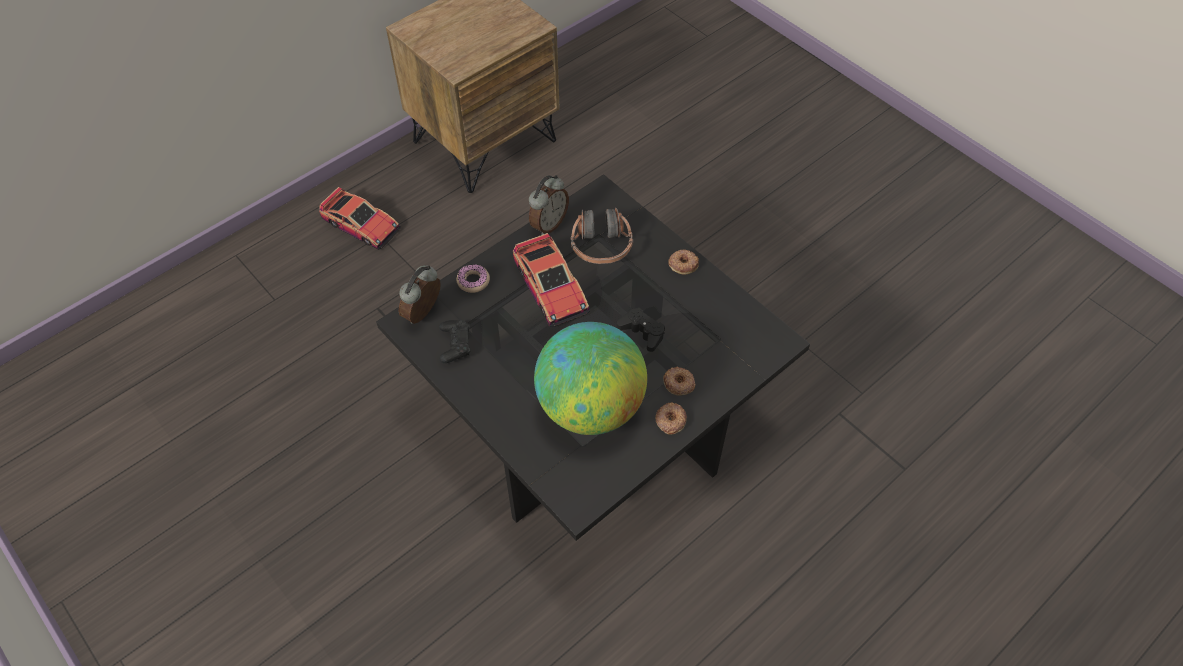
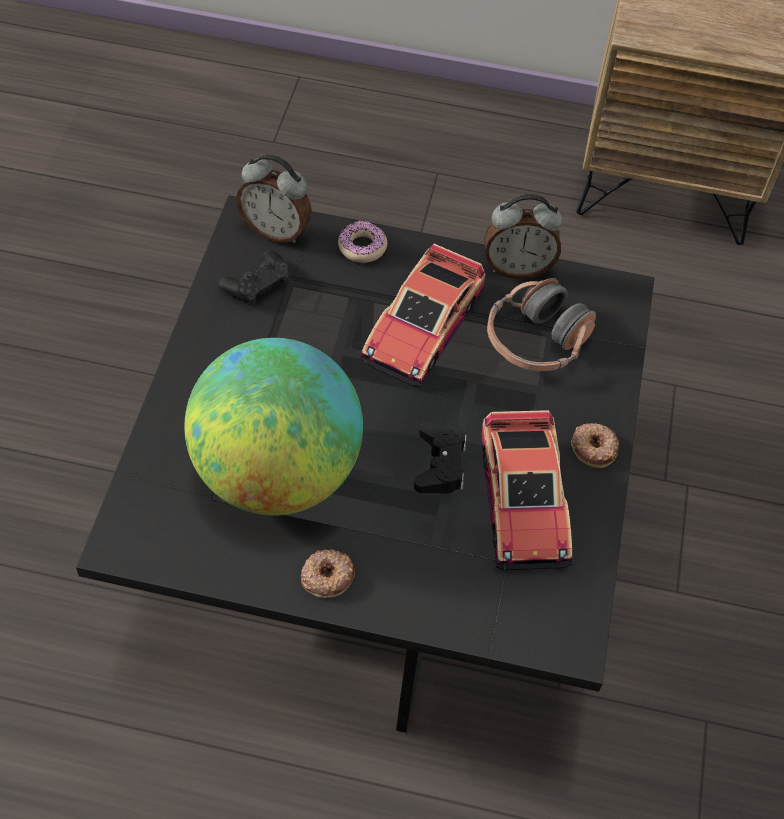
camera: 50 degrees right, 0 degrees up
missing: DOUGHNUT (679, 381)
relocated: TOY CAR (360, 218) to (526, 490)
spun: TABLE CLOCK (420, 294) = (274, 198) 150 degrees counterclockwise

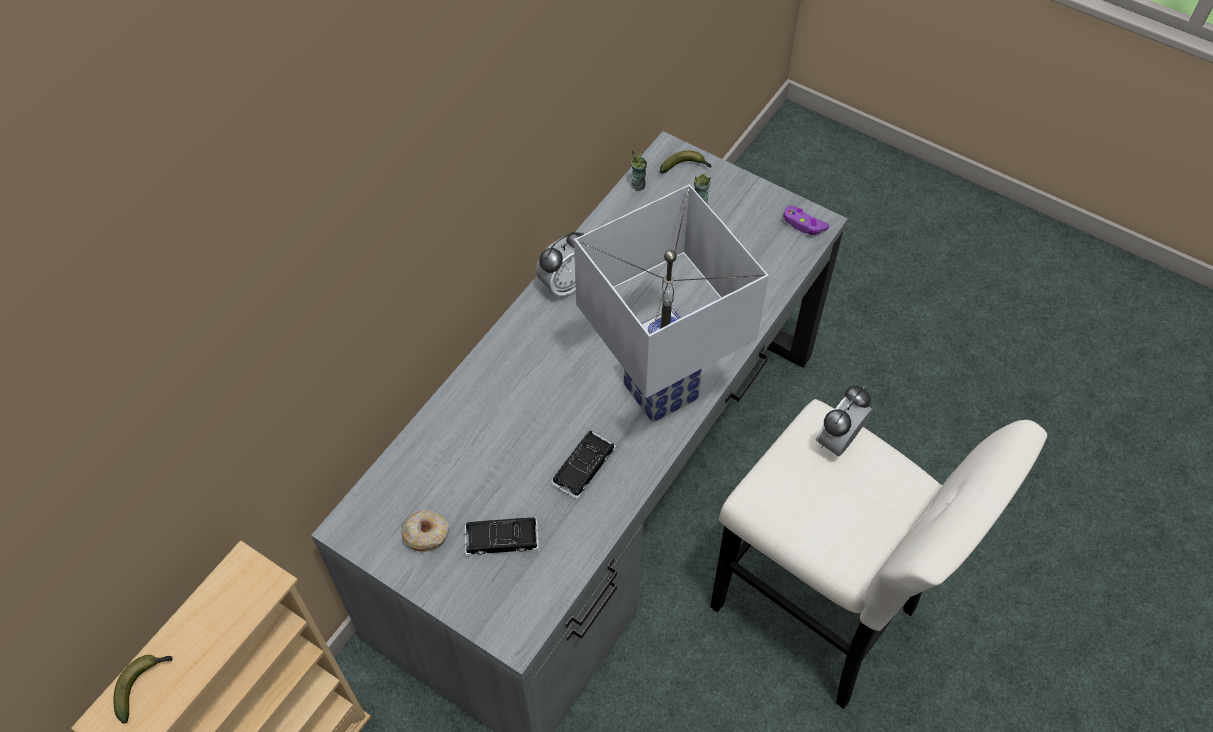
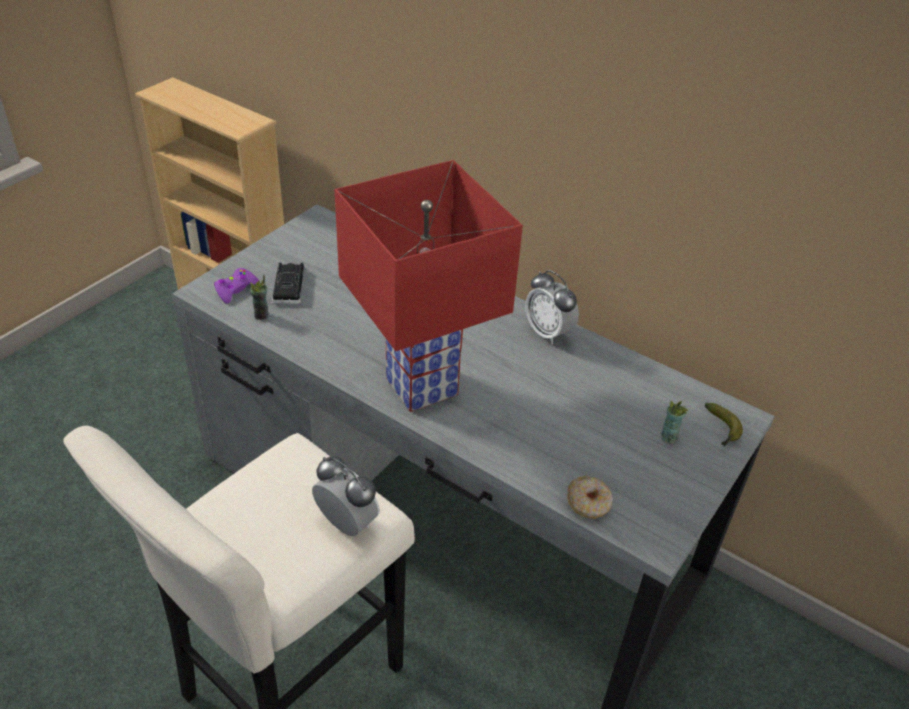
camera: 90 degrees right, 15 degrees down
missing: BANANA FRUIT (143, 689); BLACKISH TOY CAR (583, 465)
relocated: PURPLE GAMEPAD (806, 220) to (237, 286); DRINKING CUP (638, 170) to (259, 297); DOUGHNUT (425, 531) to (590, 497)
colour: WHITE TABLE LAMP (671, 303) to RED-COLOURED TABLE LAMP (428, 286)

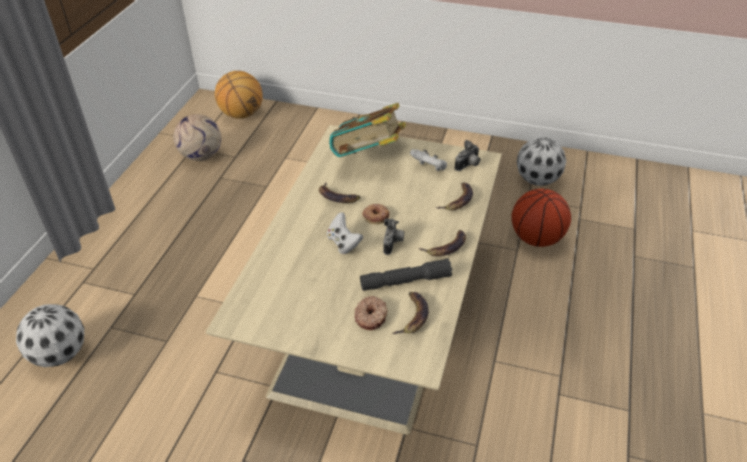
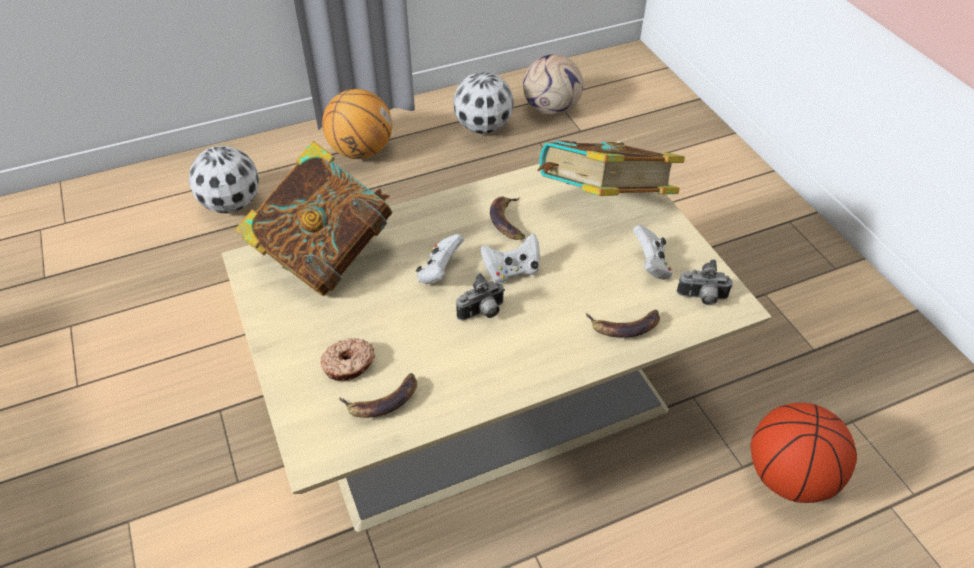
camera: 50 degrees right, 5 degrees up
missing: GREYISH TORCH (406, 274); BANANA FRUIT (442, 243)
appeared: BOOK (313, 218)
relocated: BALL FOR BASKETBALL (239, 95) to (357, 124); FOOTBALL (541, 161) to (483, 103)
exchanged: DOUGHNUT (376, 214) to WHITE GAMEPAD (510, 258)

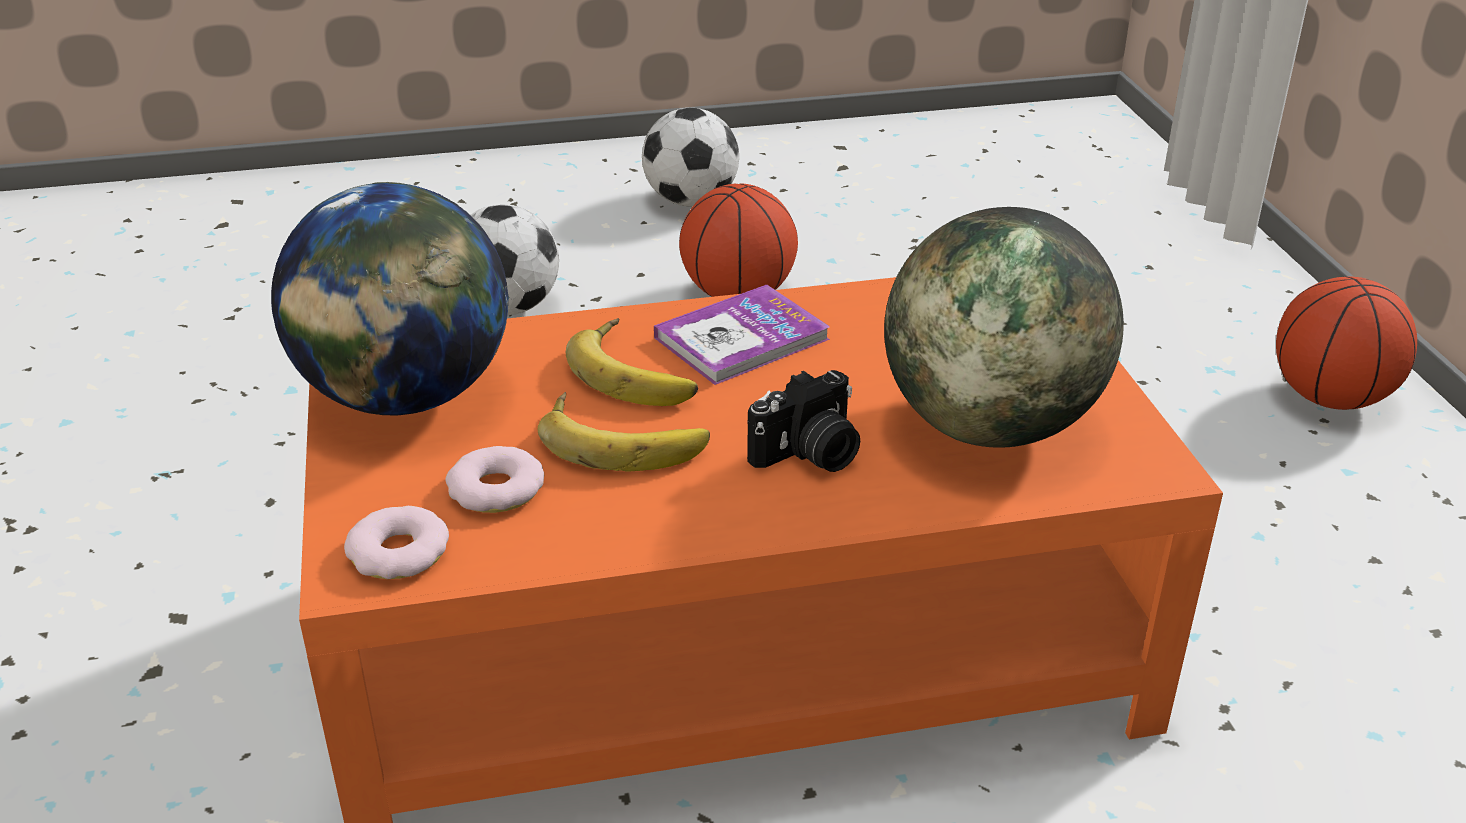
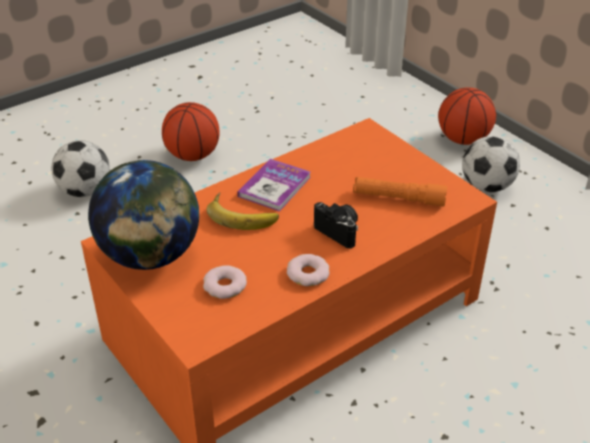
camera: 25 degrees left, 5 degrees up
missing: BANANA FRUIT (624, 432)
relocated: DOUGHNUT (396, 542) to (308, 270); FOOTBALL (690, 157) to (491, 164)
exchanged: GLOBE (1004, 327) to ORANGEY TORCH (400, 192)
spun: STILL CAMERA (803, 421) = (336, 225) 75 degrees counterclockwise

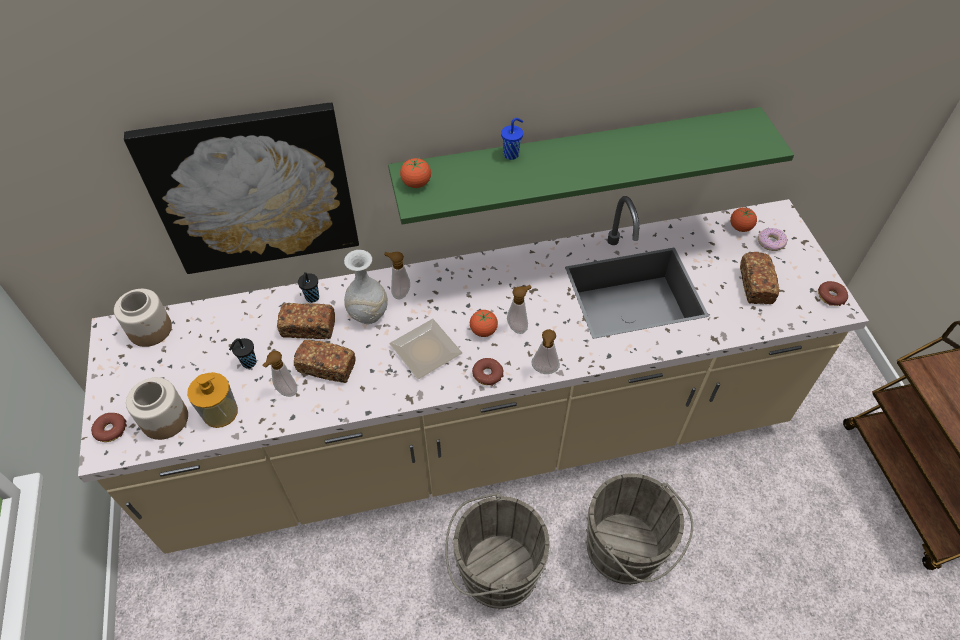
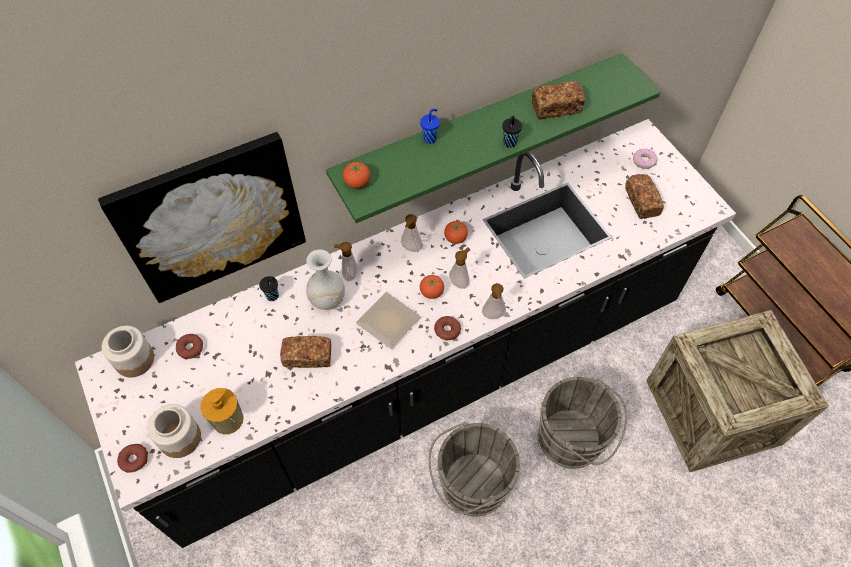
camera: 15 degrees left, 5 degrees up
appeared: SHIPPING CRATE (737, 391)
relocated: DOUGHNUT (833, 293) to (189, 347); SOAP BOTTLE (279, 374) to (412, 233); TOMATO (743, 219) to (456, 232); BLACKISH DRINKING CUP (243, 353) to (512, 132); BAKED BREAD (306, 321) to (558, 100)
colour: BEIGE-COLOURED KITCHEN COUNTER (473, 375) to BLACKISH KITCHEN COUNTER (405, 333)

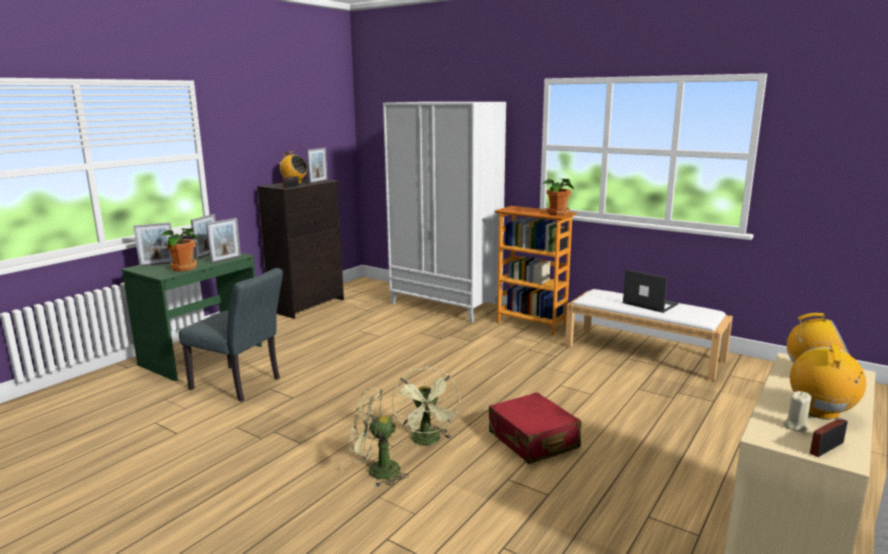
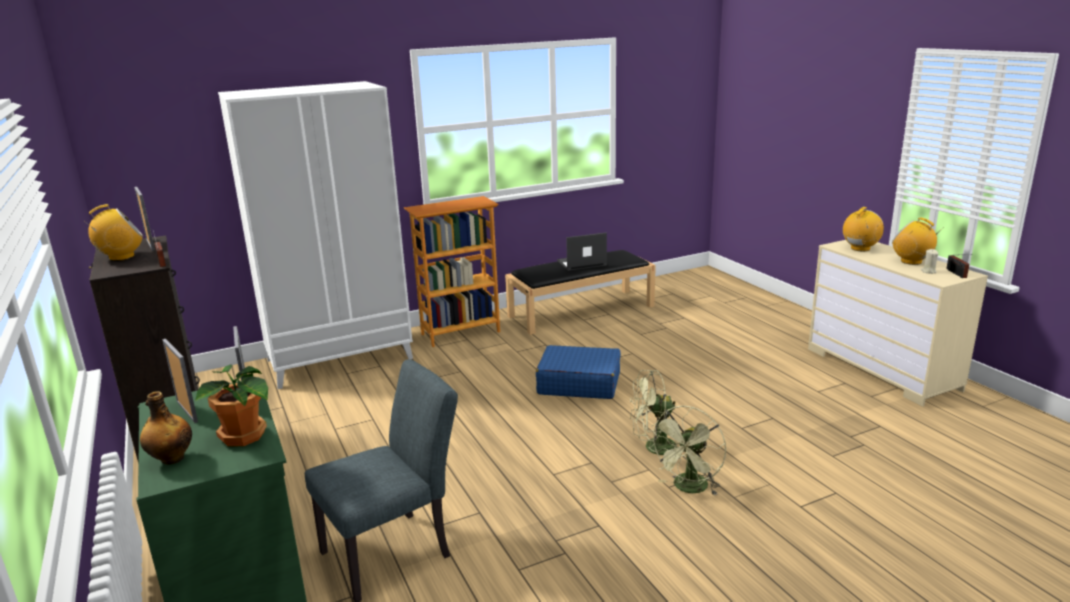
camera: 60 degrees left, 5 degrees up
missing: RED-COLOURED SUITCASE (535, 428); HOUSEPLANT (558, 197)
appeared: BLUE SUITCASE (578, 372)
exchanged: PICTURE FRAME (153, 244) to DRINK BOTTLE (166, 428)
colour: WHITE INDOOR BENCH (649, 335) to BLACKISH INDOOR BENCH (580, 292)
spun: GREEN-COLOURED ELECTRIC FAN (426, 407) = (657, 412) 150 degrees clockwise

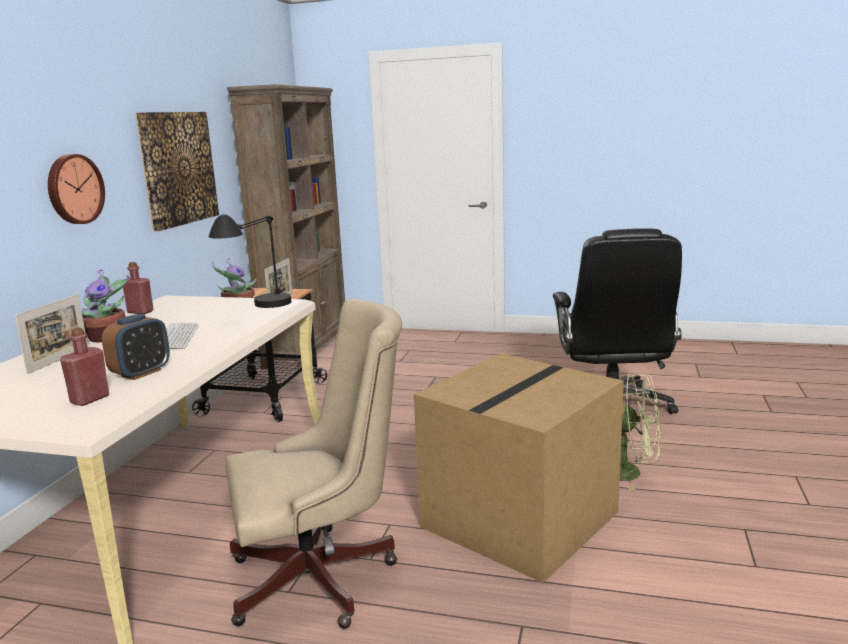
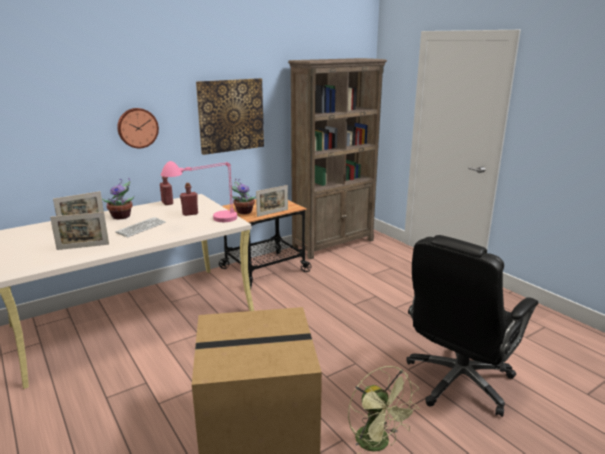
camera: 40 degrees right, 5 degrees up
missing: BEIGE-COLOURED DESK CHAIR (314, 464)
relocated: RED-COLOURED DRINK BOTTLE (84, 367) to (189, 199)
exchanged: TABLE CLOCK (136, 347) to PICTURE FRAME (79, 231)
colour: BLACKISH TABLE LAMP (250, 261) to PINKISH TABLE LAMP (199, 191)

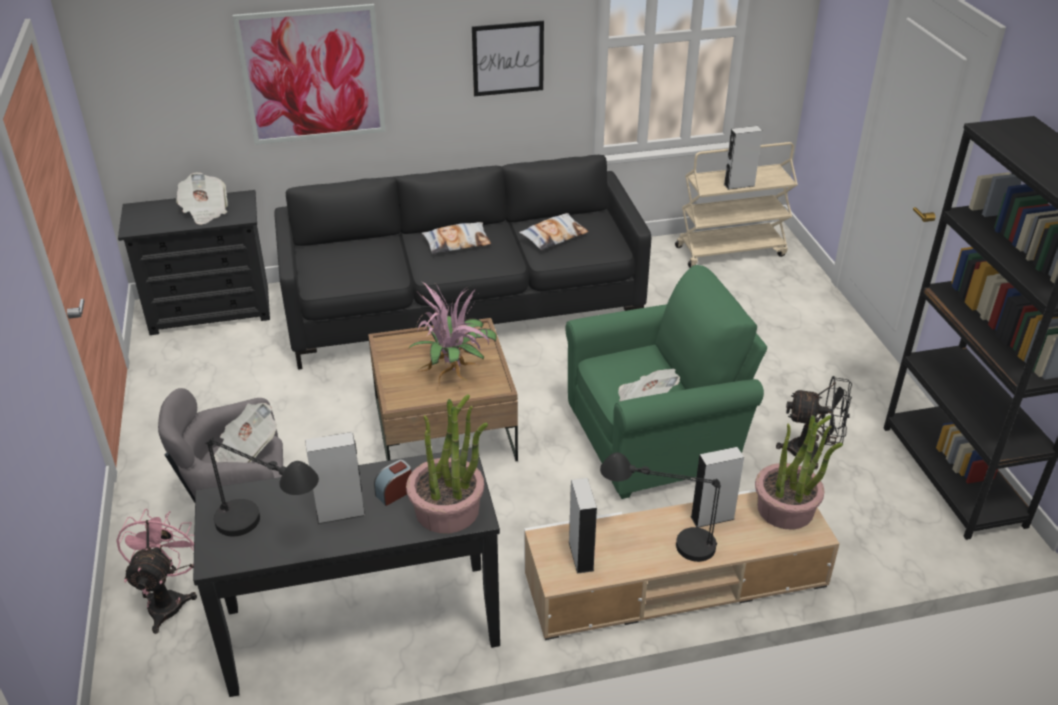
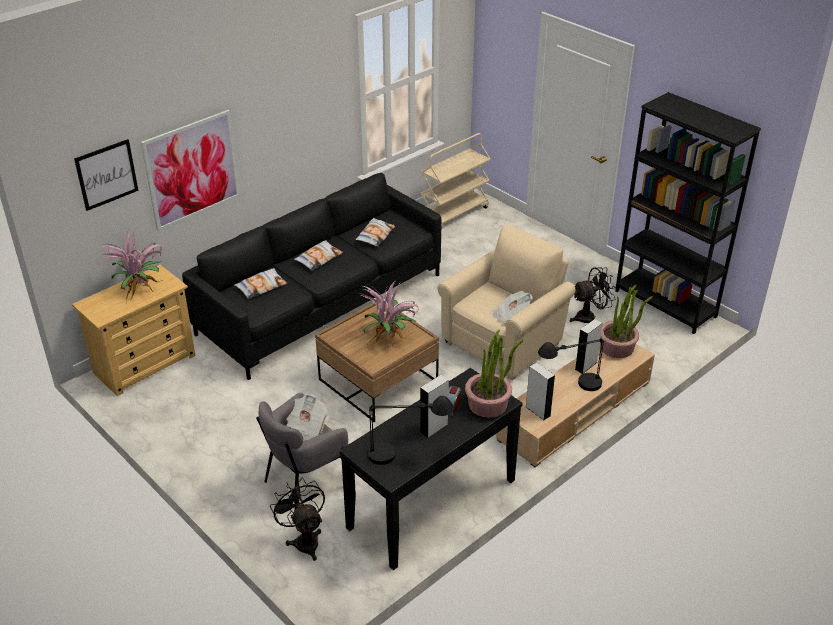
camera: 30 degrees left, 0 degrees up
missing: GREYISH AUDIO SPEAKER (743, 158)
appeared: PILLOW (260, 283)
relocated: WALL ART (508, 58) to (106, 175)
exchanged: PRINTED PAPER (202, 198) to HOUSEPLANT (132, 266)
colour: BLACKISH DRAWER CHEST (194, 262) to BEIGE-COLOURED DRAWER CHEST (133, 330); PINKISH ELECTRIC FAN (156, 571) to BLACKISH ELECTRIC FAN (297, 519); GREEN-COLOURED EASY CHAIR (666, 382) to BEIGE-COLOURED EASY CHAIR (506, 302)

